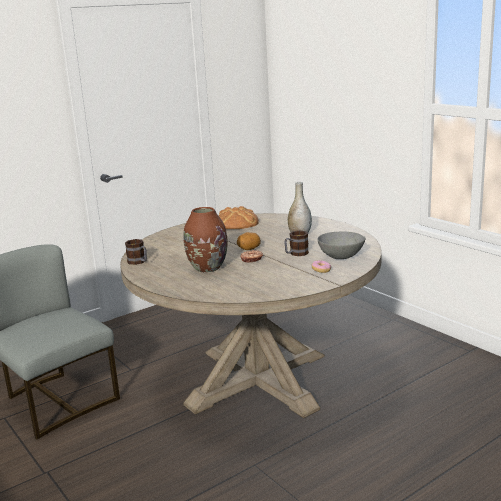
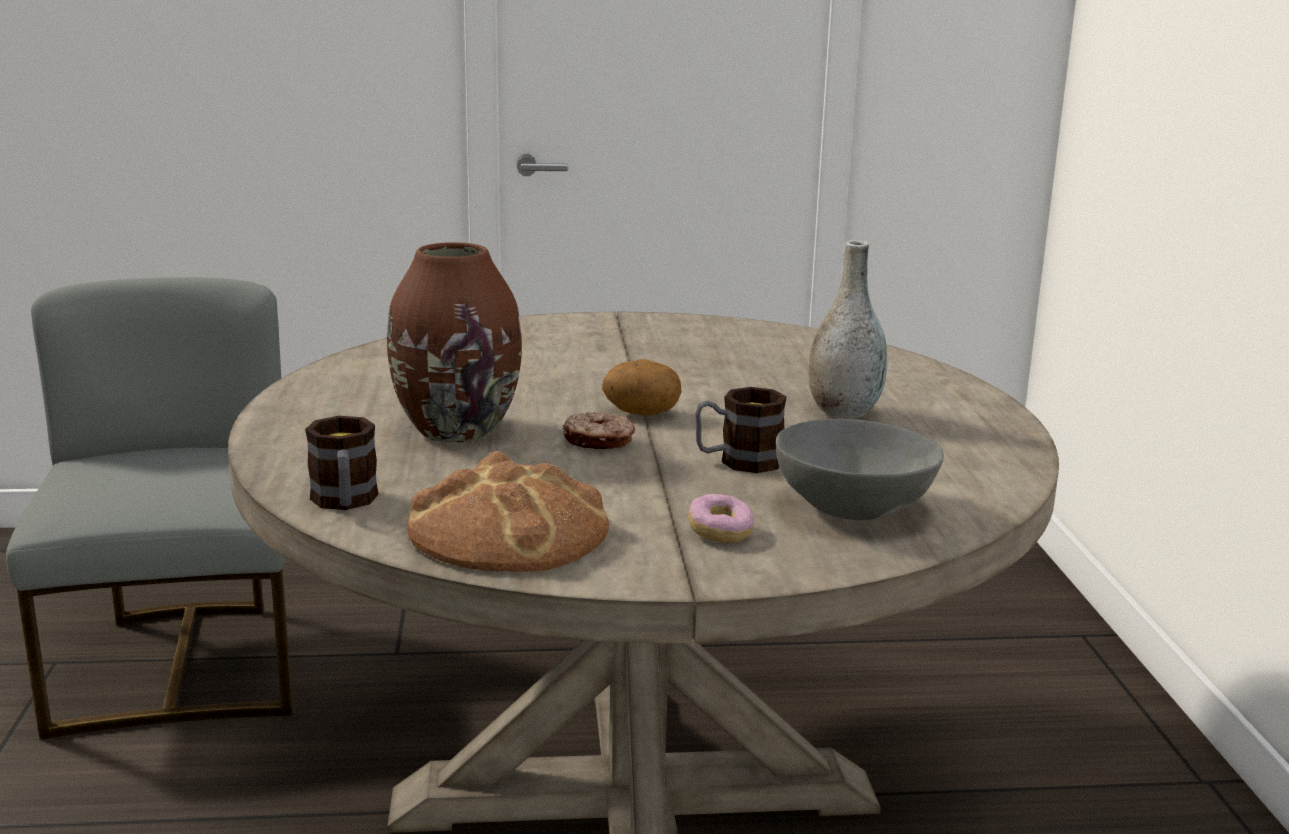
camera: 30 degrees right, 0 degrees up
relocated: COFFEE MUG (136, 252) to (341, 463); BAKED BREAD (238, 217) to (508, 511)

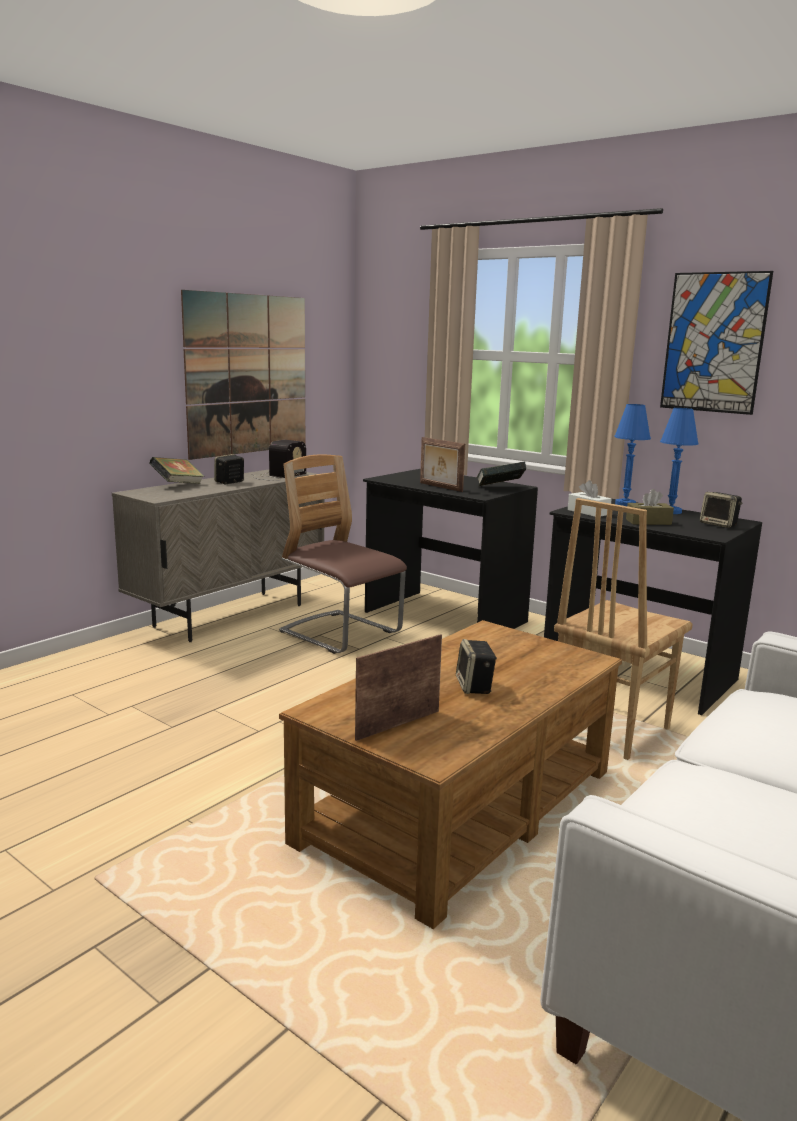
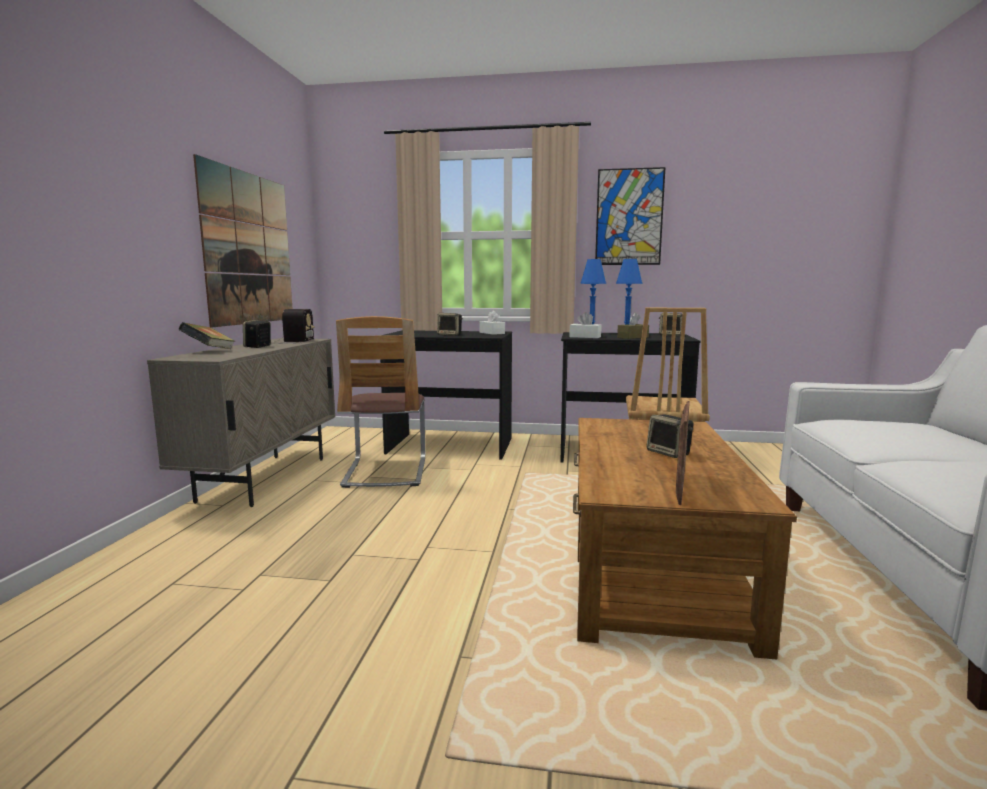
camera: 30 degrees left, 5 degrees down
exchanged: PICTURE FRAME (442, 464) to AUDIO SPEAKER (450, 324); BOOK (501, 474) to WHITE TISSUE HOLDER (492, 323)
spun: CHAIR (343, 554) = (380, 402) 105 degrees counterclockwise

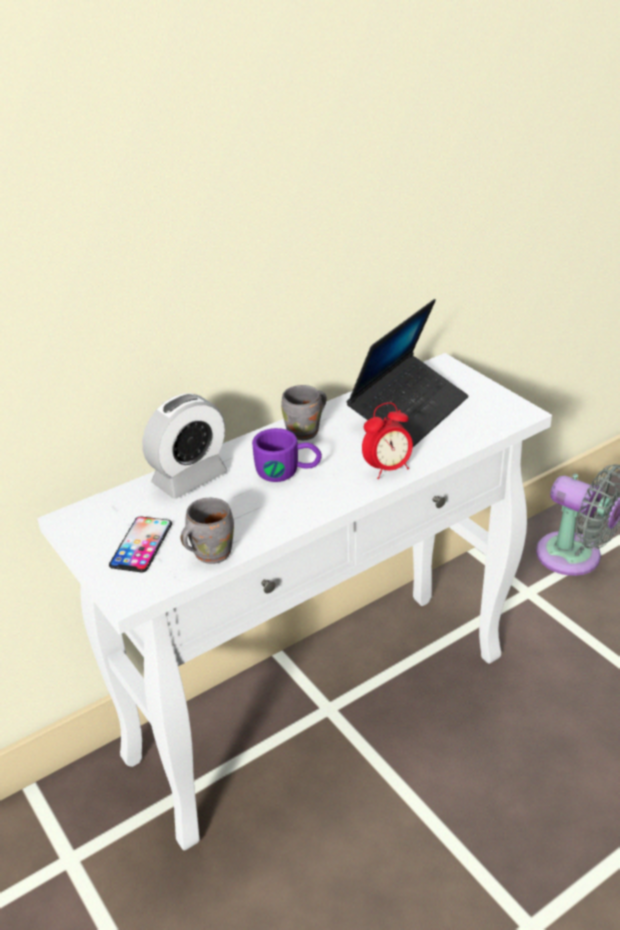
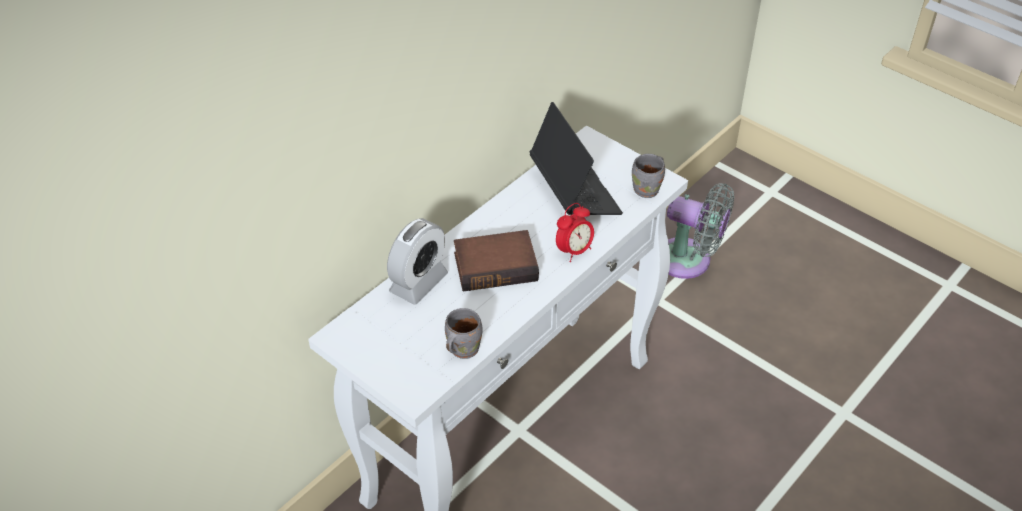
camera: 15 degrees left, 10 degrees up
missing: TELEPHONE (140, 544)
relocated: GREYISH COFFEE MUG (304, 412) to (648, 176)
exchanged: PURPLE COFFEE MUG (287, 455) to BOOK (496, 261)
spun: LAPTOP (407, 373) = (576, 158) 45 degrees counterclockwise

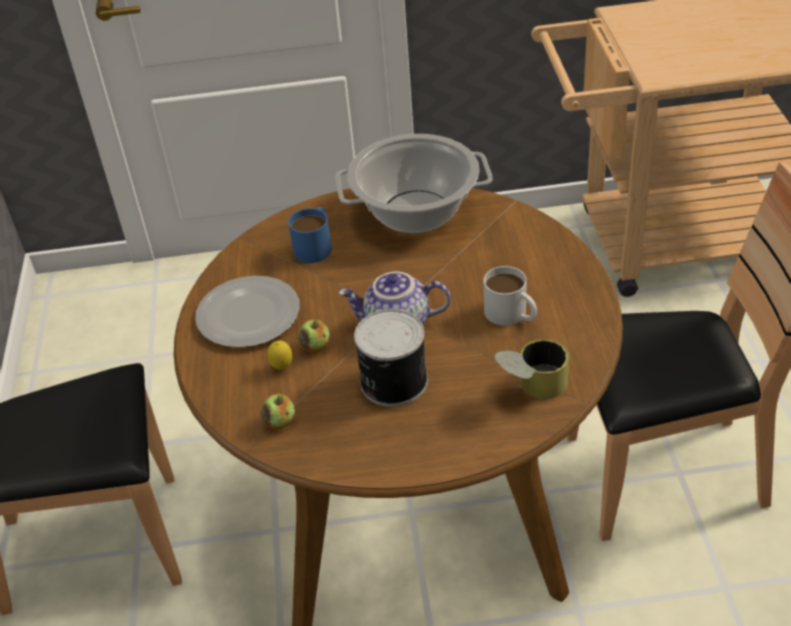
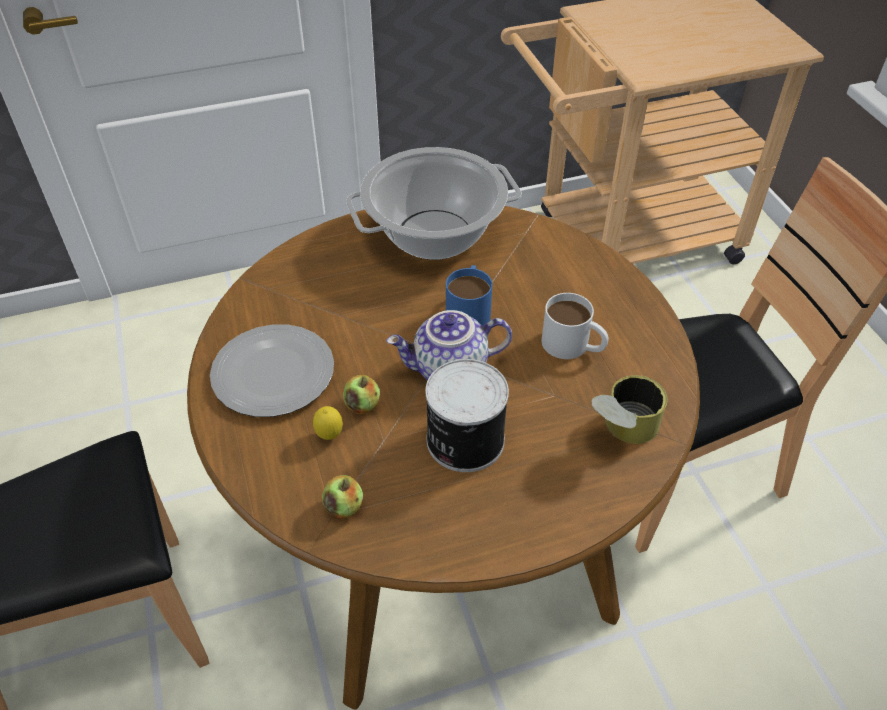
camera: 15 degrees left, 5 degrees up
relocated: BLUE COFFEE MUG (310, 235) to (469, 295)

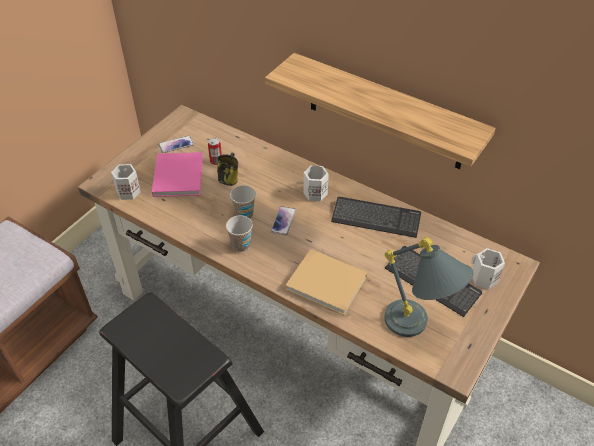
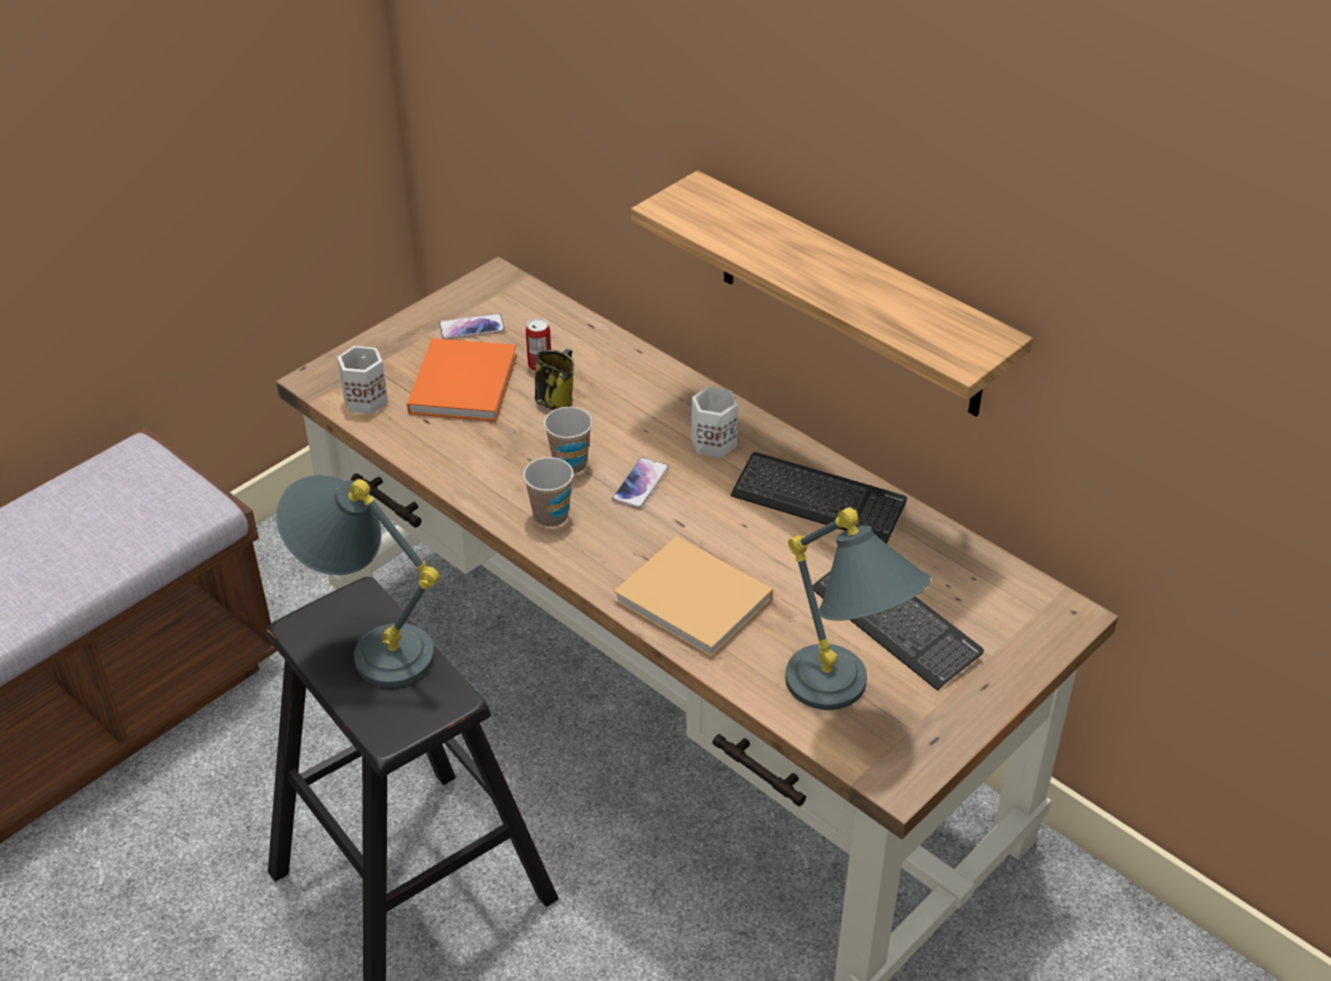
camera: 10 degrees right, 5 degrees down
missing: WHITE COFFEE MUG (488, 269)
appeared: GREYISH TABLE LAMP (358, 581)
colour: PINKISH BOOK (177, 174) to ORANGEY BOOK (462, 379)

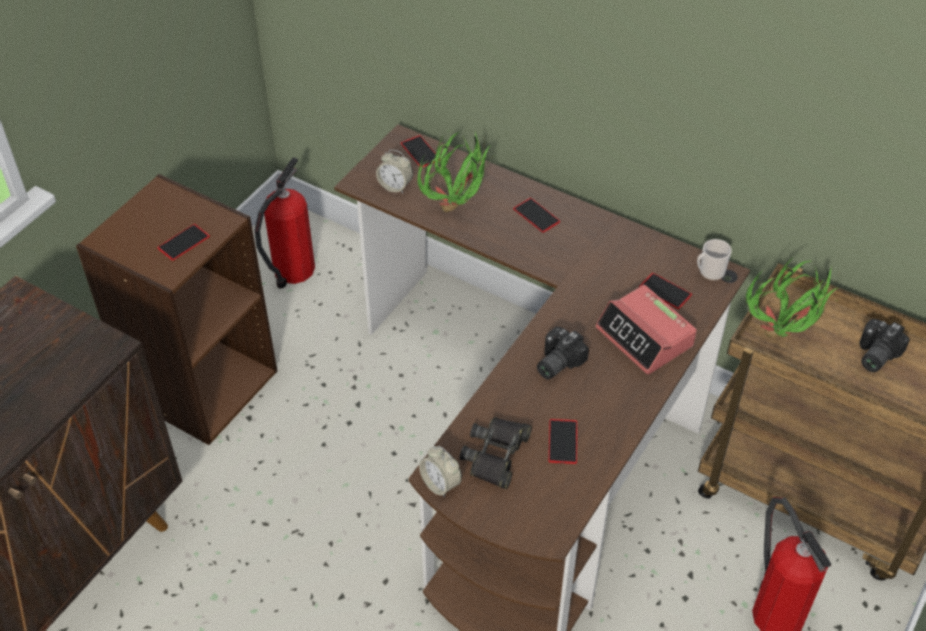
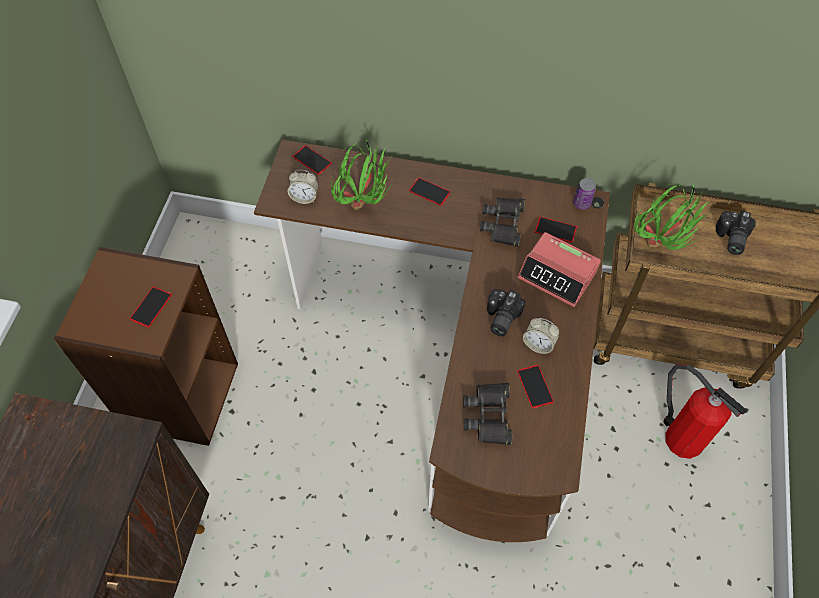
camera: 20 degrees left, 10 degrees up
missing: EXTINGUISHER (284, 223)
appeared: BLACKISH FIELD GLASSES (502, 222)
relocated: TABLE CLOCK (440, 472) to (541, 336)
exchanged: COFFEE MUG (714, 260) to CAN (584, 194)

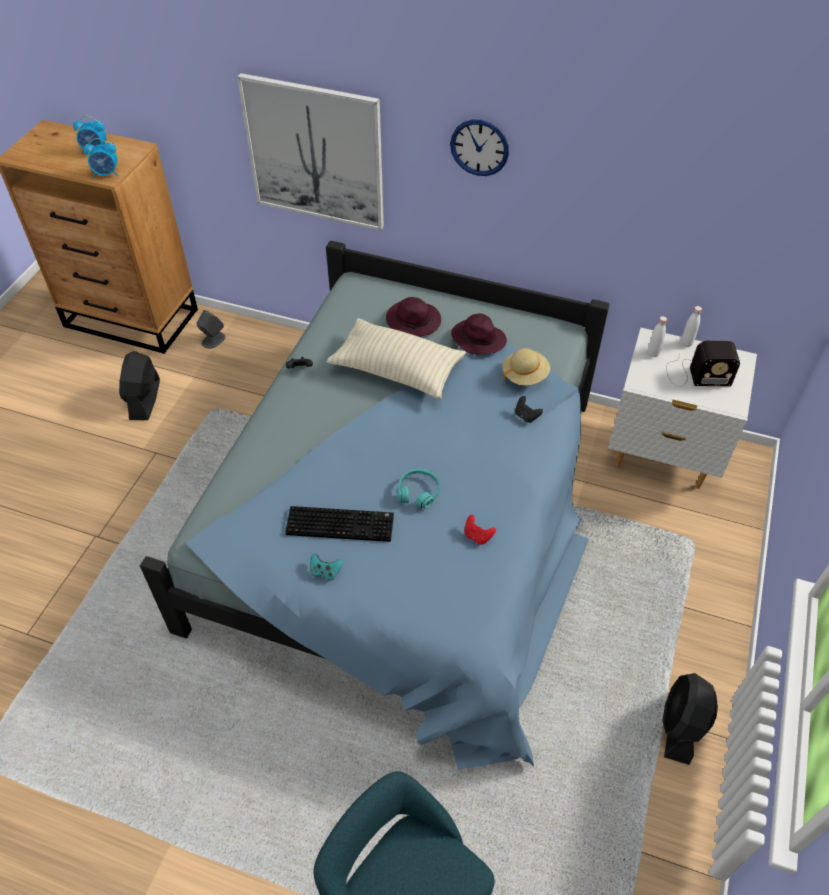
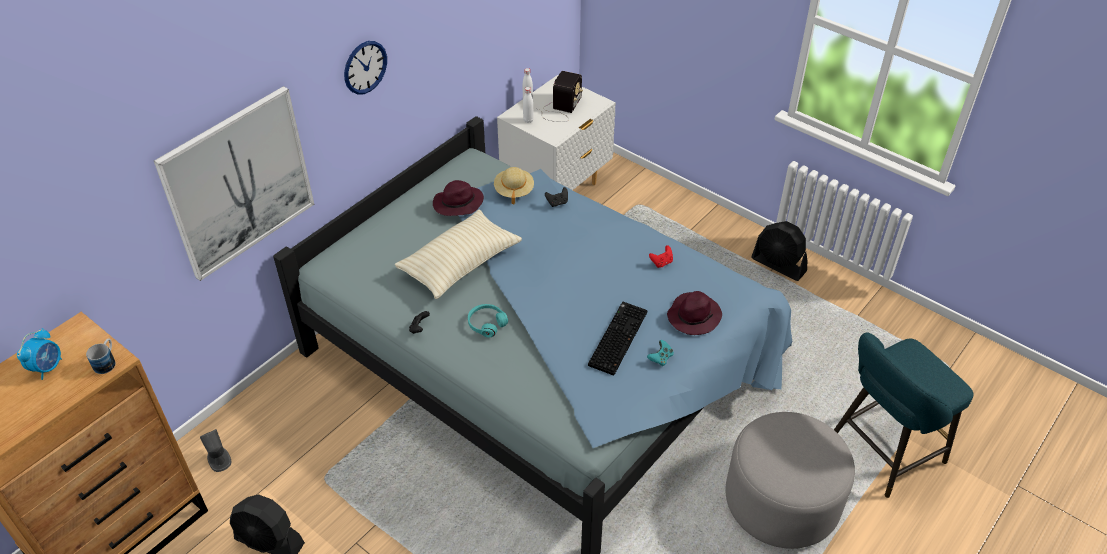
camera: 70 degrees left, 5 degrees down
appeared: GREYISH OTTOMAN (790, 480)
relocated: TURQUOISE HEADPHONES (418, 488) to (488, 321); PURPLE WEARABLE HAT (413, 317) to (694, 313)
exchanged: TABLE CLOCK (101, 158) to COFFEE MUG (101, 356)

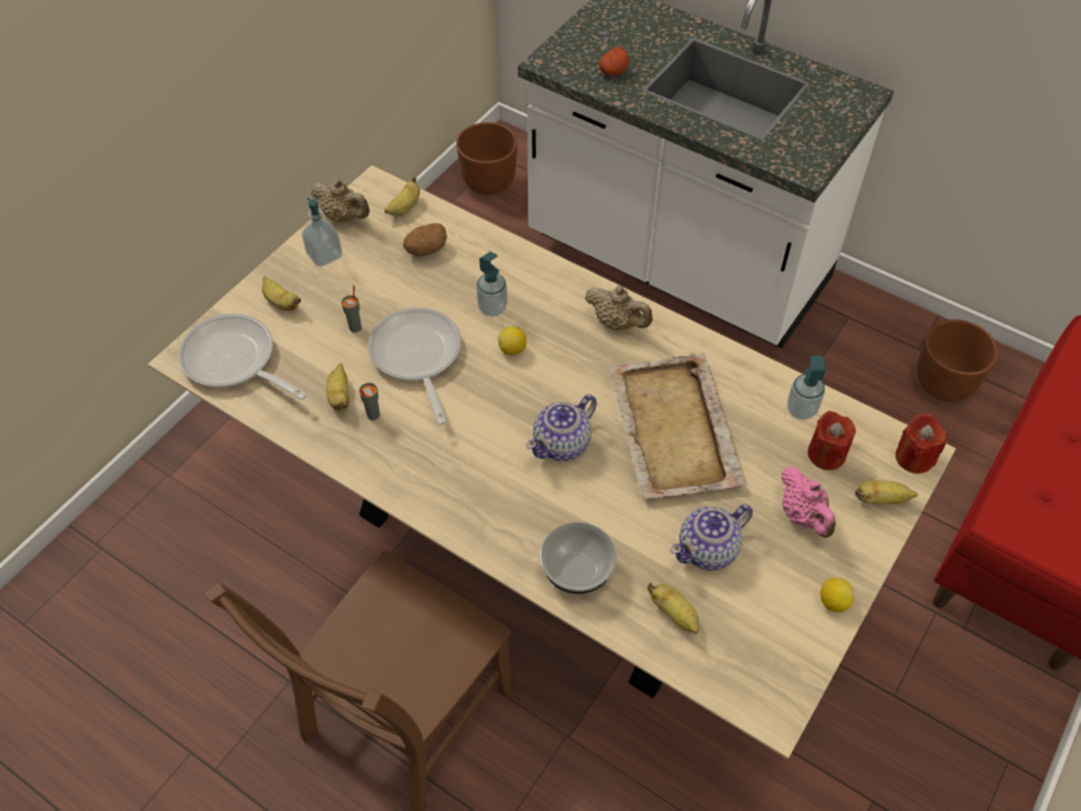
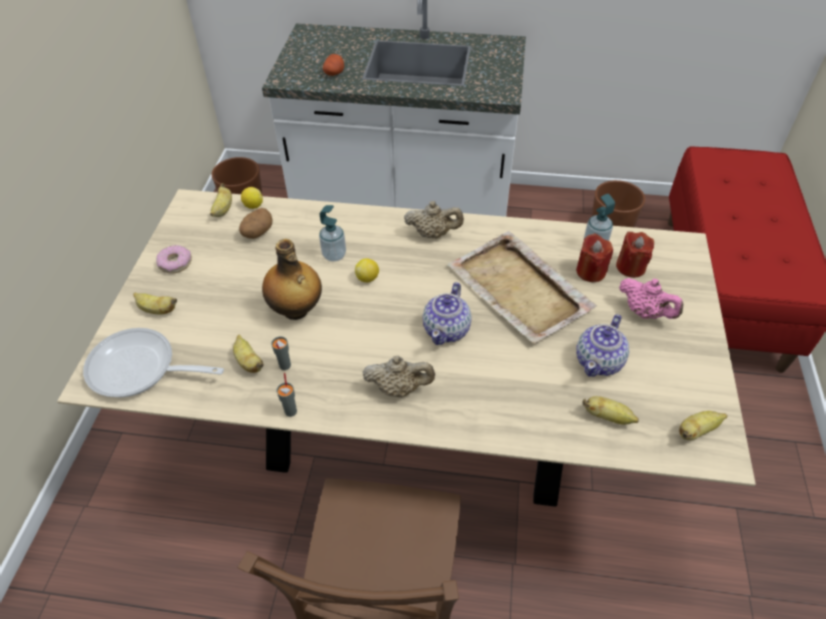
camera: 25 degrees left, 5 degrees down
missing: SERVING BOWL (578, 558)
relocated: CITRUS FRUIT (837, 594) to (252, 198); GREYISH DRINKING CUP (351, 308) to (286, 395); BEIGE-COLOURED TEAPOT (340, 201) to (398, 377); RED-COLOURED WAX LIGHT (921, 443) to (594, 257); BANANA FRUIT (886, 492) to (703, 425)
exchanged: SOAP BOTTLE (322, 232) to DOUGHNUT (174, 259); SKILLET (414, 366) to DRINK BOTTLE (292, 279)

